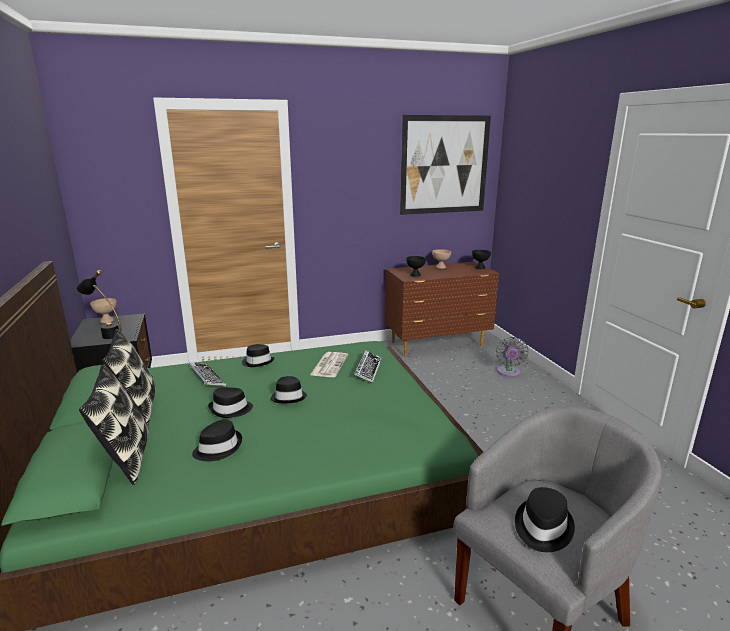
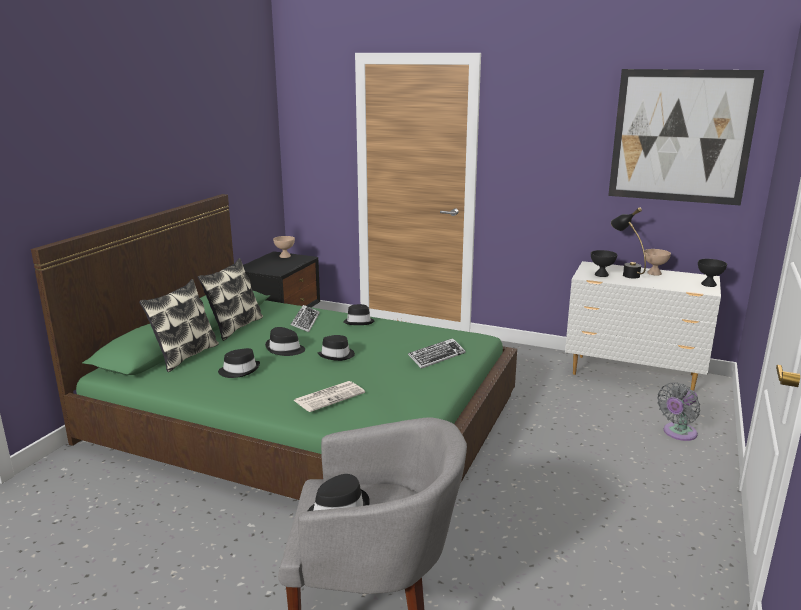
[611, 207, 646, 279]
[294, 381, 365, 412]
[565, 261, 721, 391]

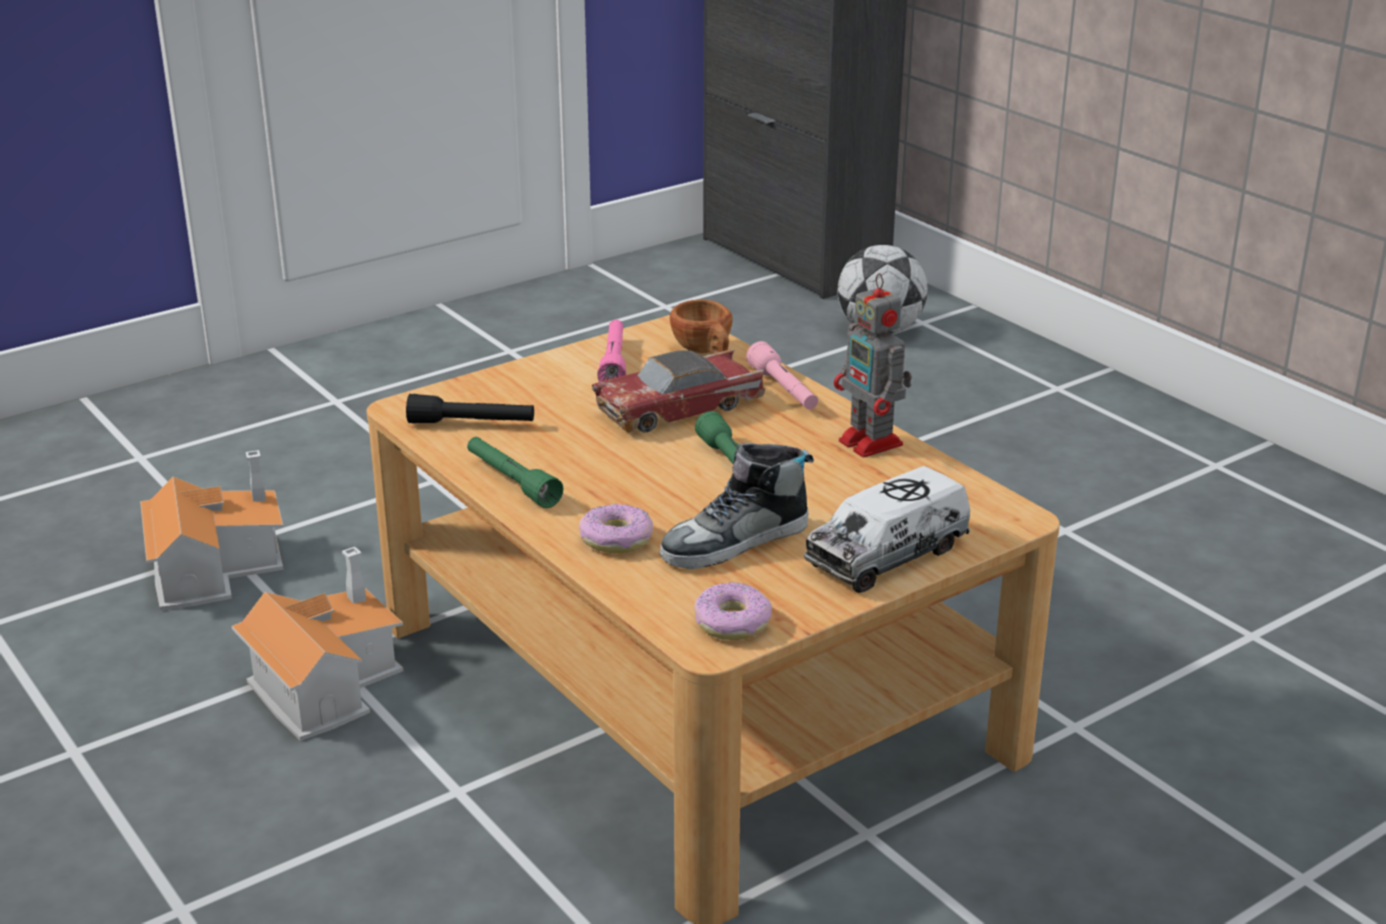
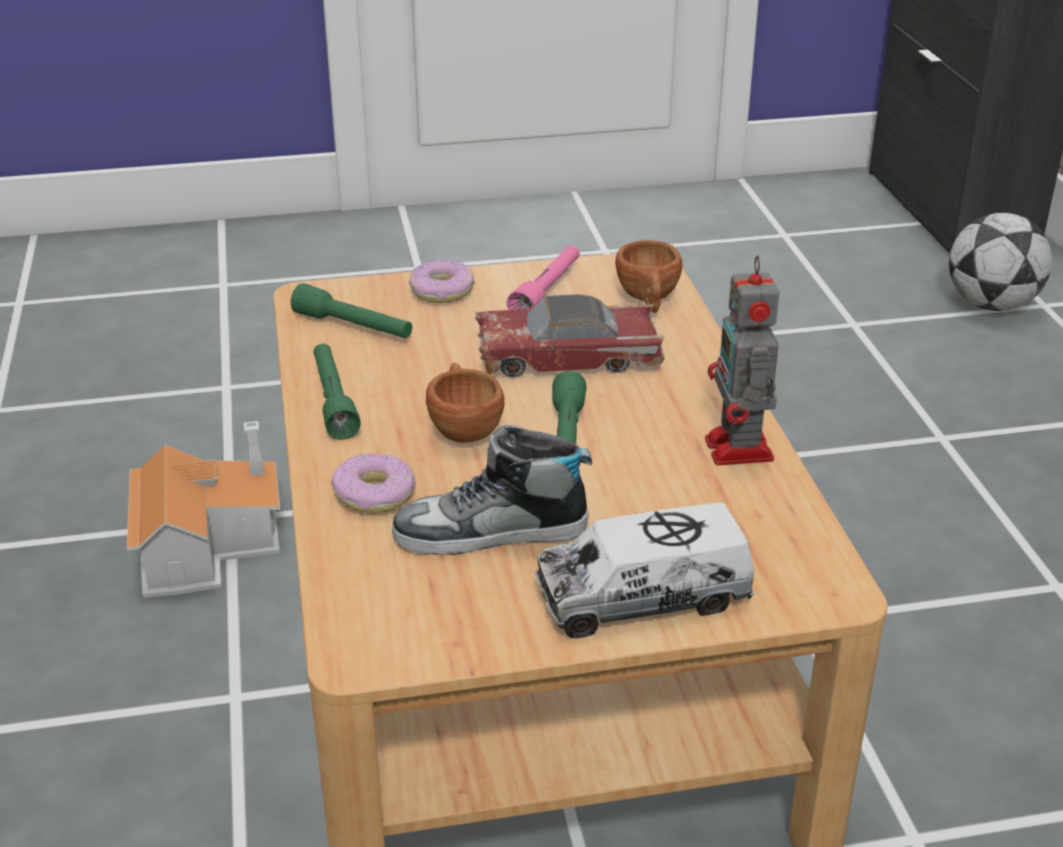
[140, 450, 284, 610] (first image)
[291, 283, 412, 338]
[409, 259, 475, 303]
[746, 341, 818, 409] (first image)
[426, 362, 505, 443]

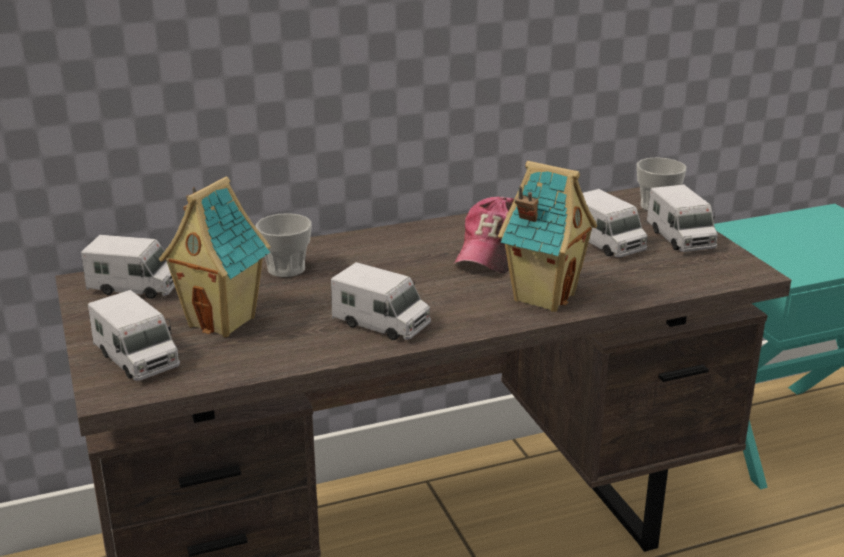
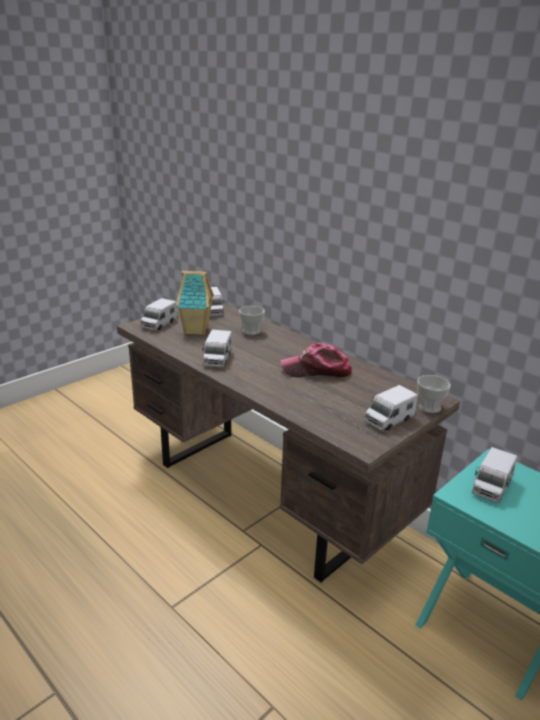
[498, 161, 597, 312] (first image)
[472, 447, 518, 503]

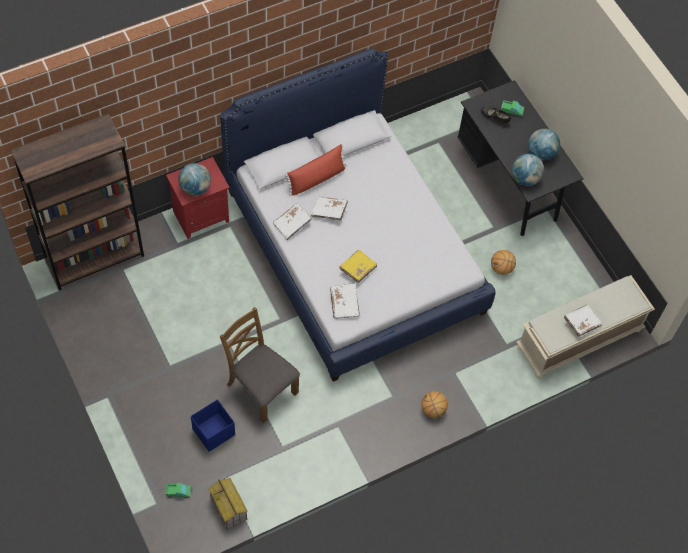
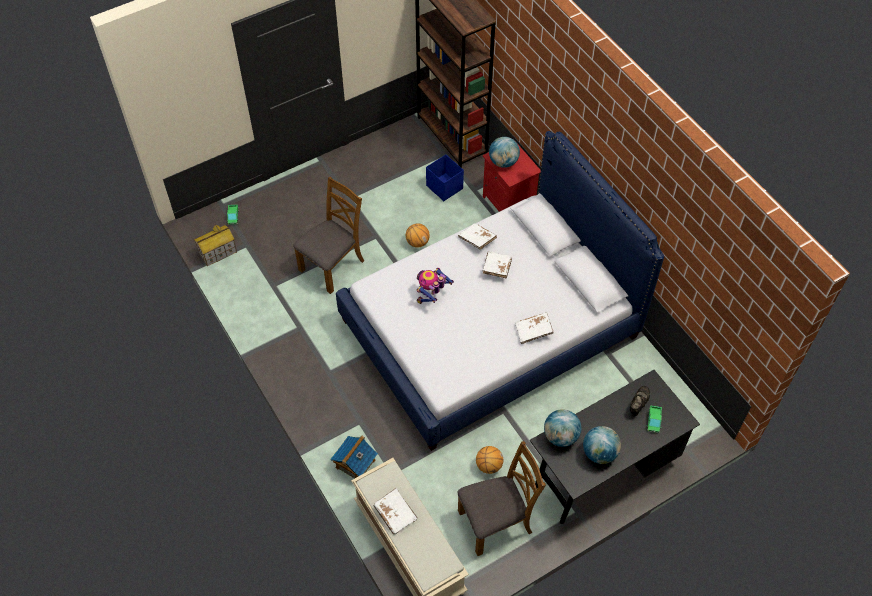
[426, 154, 464, 201]
[285, 144, 347, 196] (first image)
[515, 312, 553, 344]
[417, 268, 454, 304]
[406, 223, 430, 248]
[331, 435, 378, 478]
[458, 441, 546, 556]

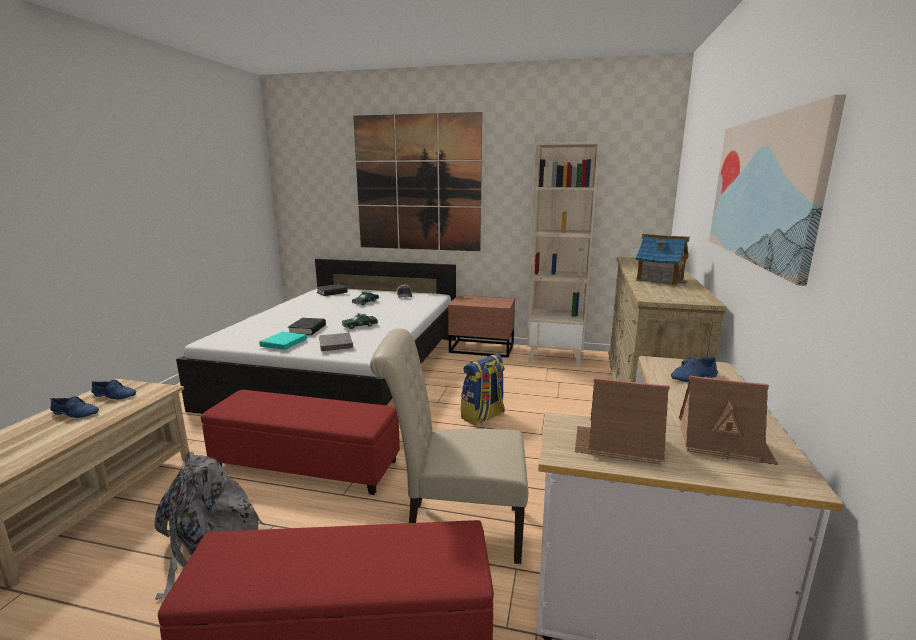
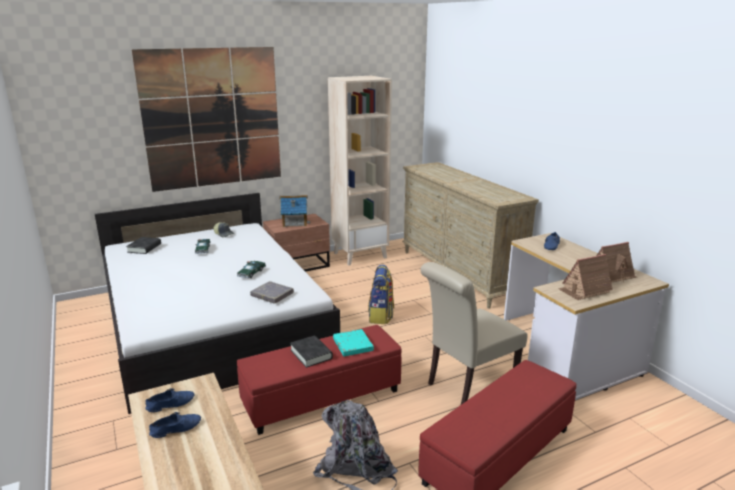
[333, 329, 374, 357]
[290, 336, 333, 368]
[279, 195, 310, 227]
[709, 94, 846, 286] (first image)

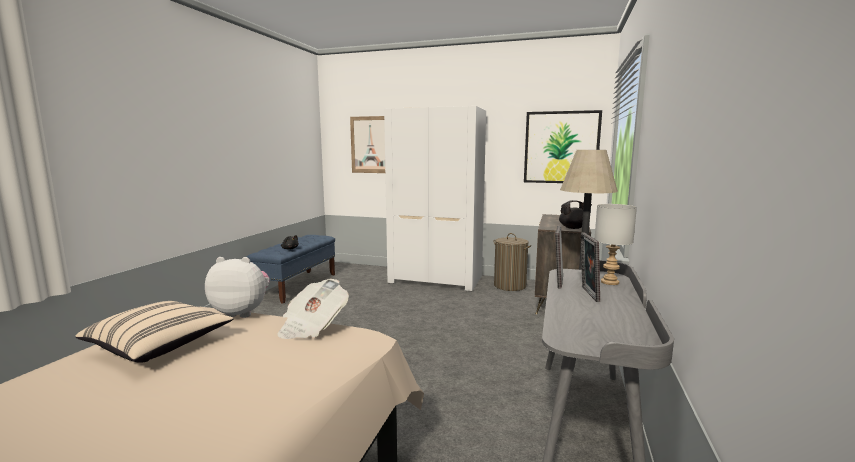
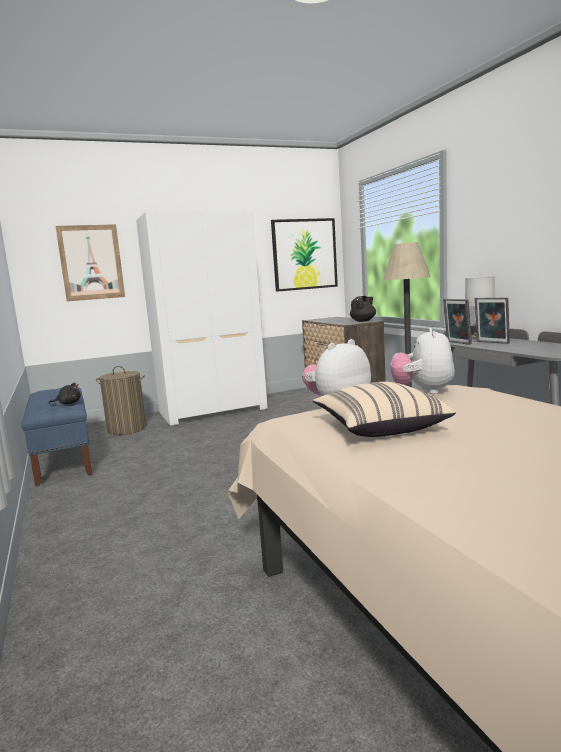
[391, 328, 455, 394]
[96, 366, 146, 435]

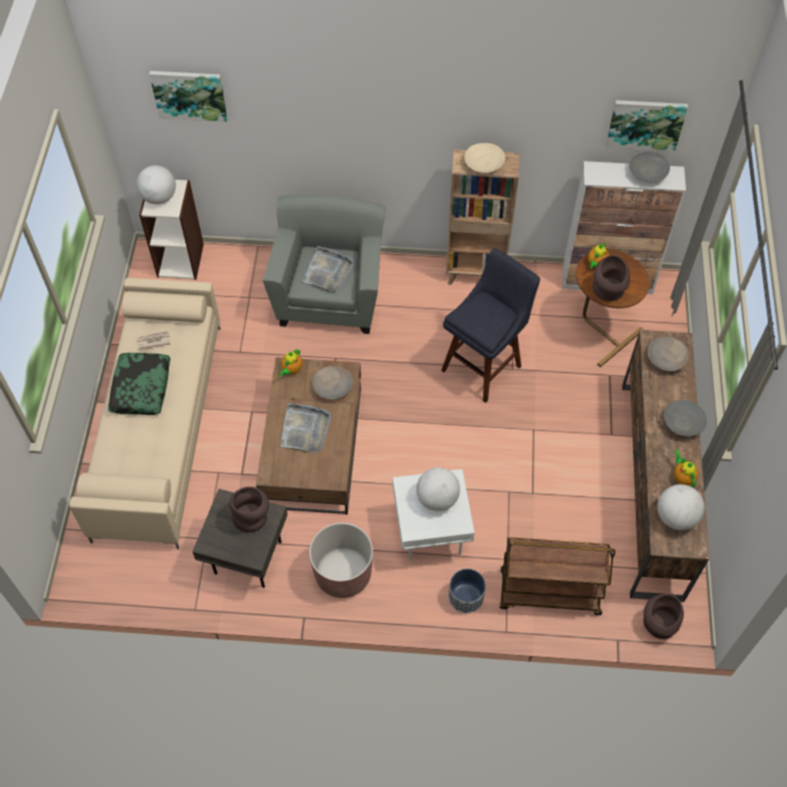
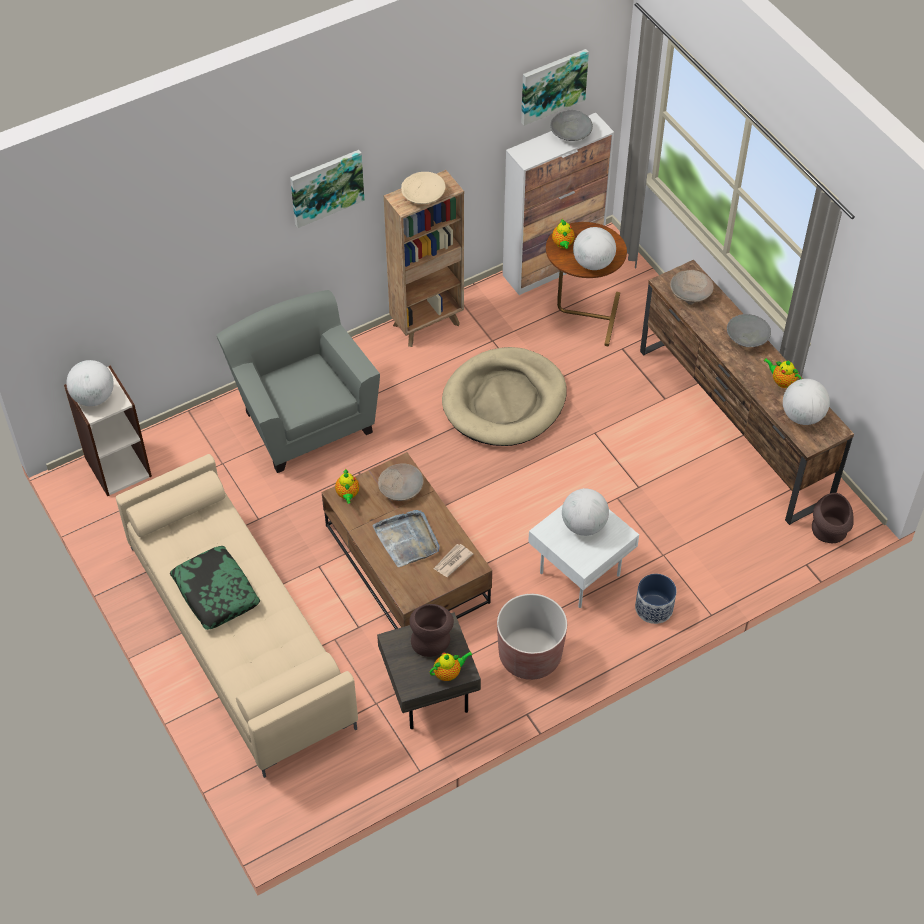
[434, 544, 473, 577]
[290, 150, 365, 228]
[303, 246, 354, 292] (first image)
[442, 347, 567, 446]
[499, 537, 615, 615] (first image)
[573, 227, 616, 270]
[430, 652, 472, 681]

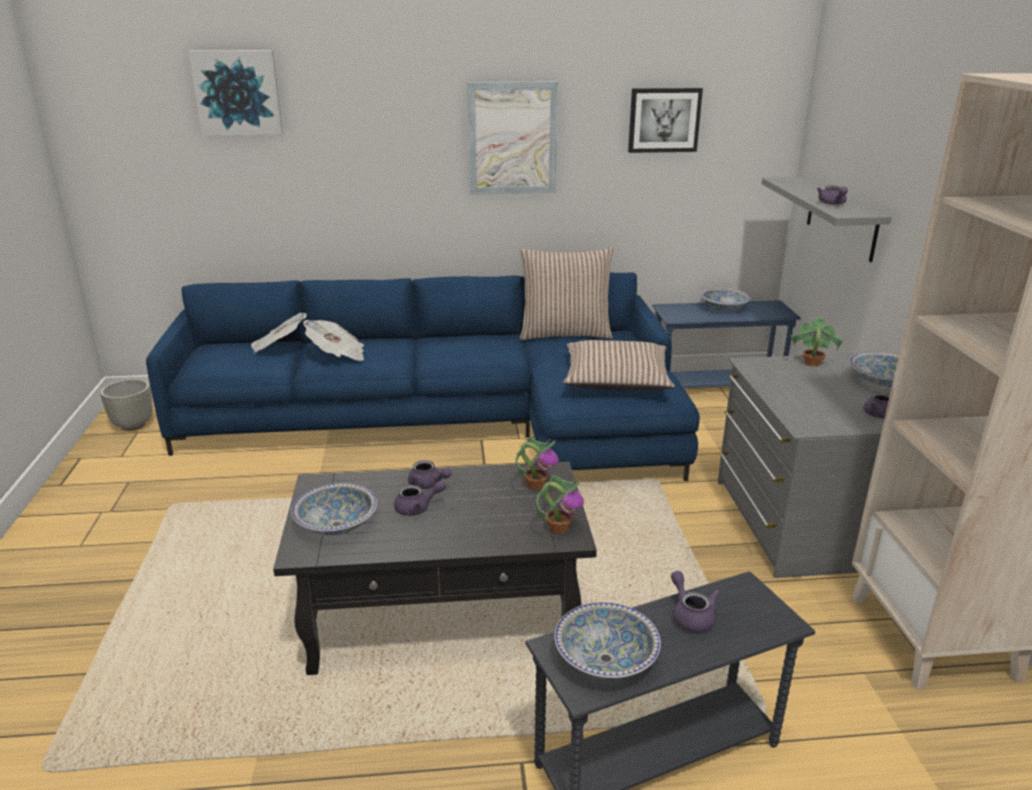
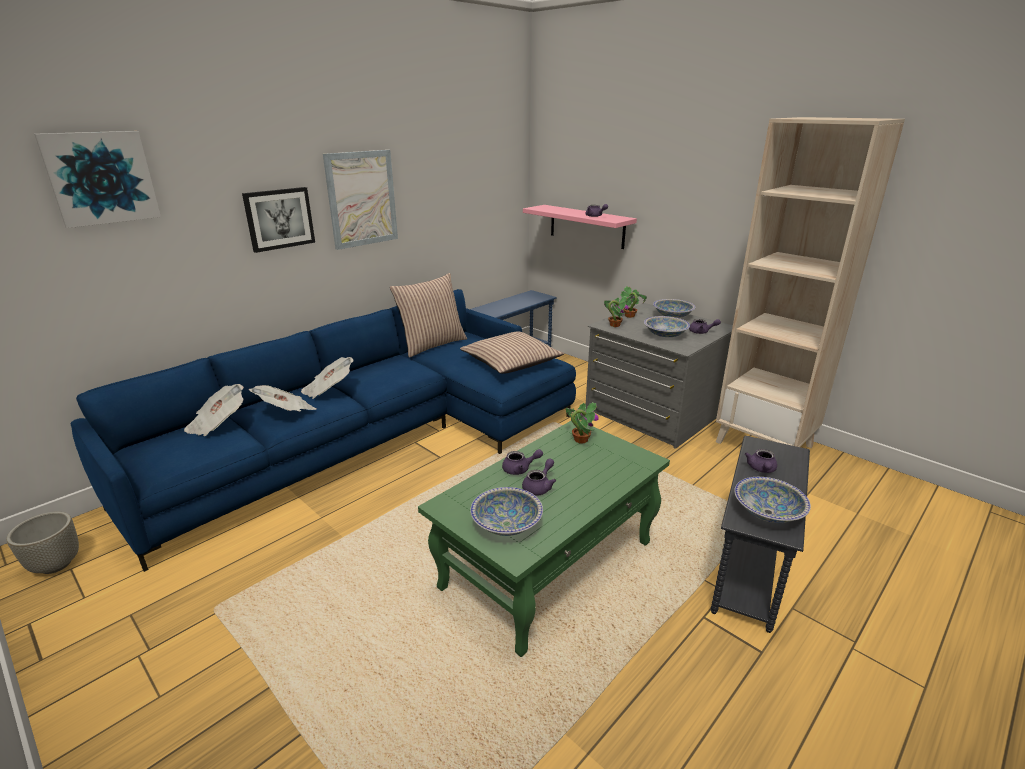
[418, 421, 670, 657]
[604, 296, 629, 327]
[242, 187, 315, 253]
[745, 449, 777, 473]
[644, 316, 690, 337]
[523, 205, 637, 249]
[301, 357, 354, 399]

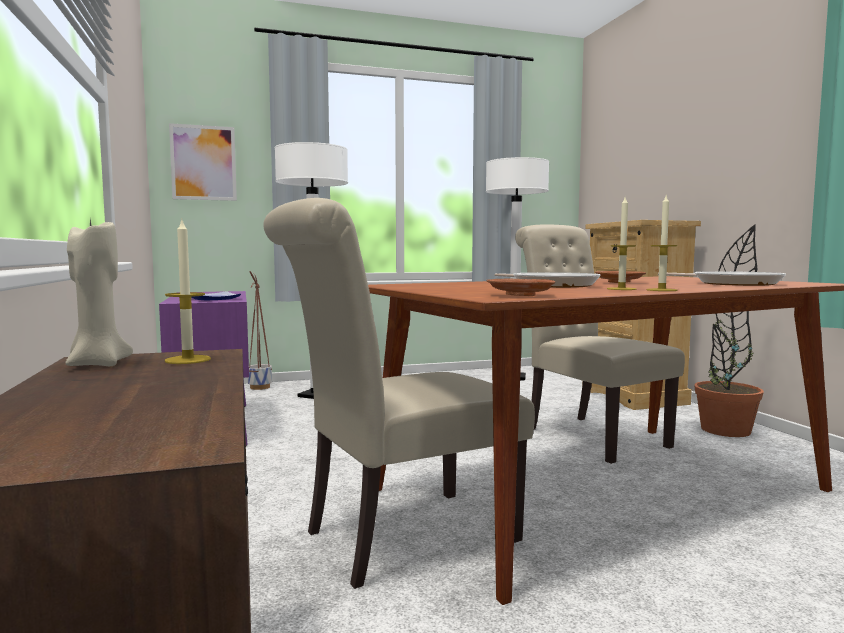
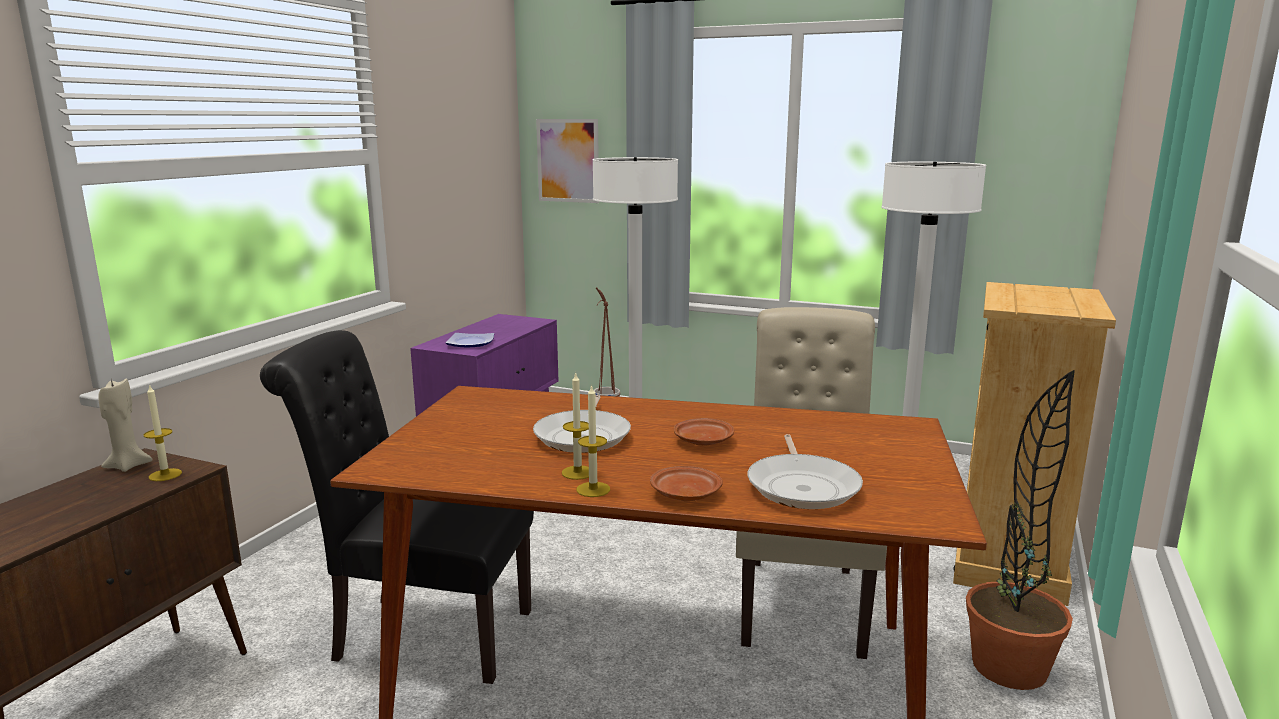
[260, 330, 534, 684]
[650, 466, 723, 501]

